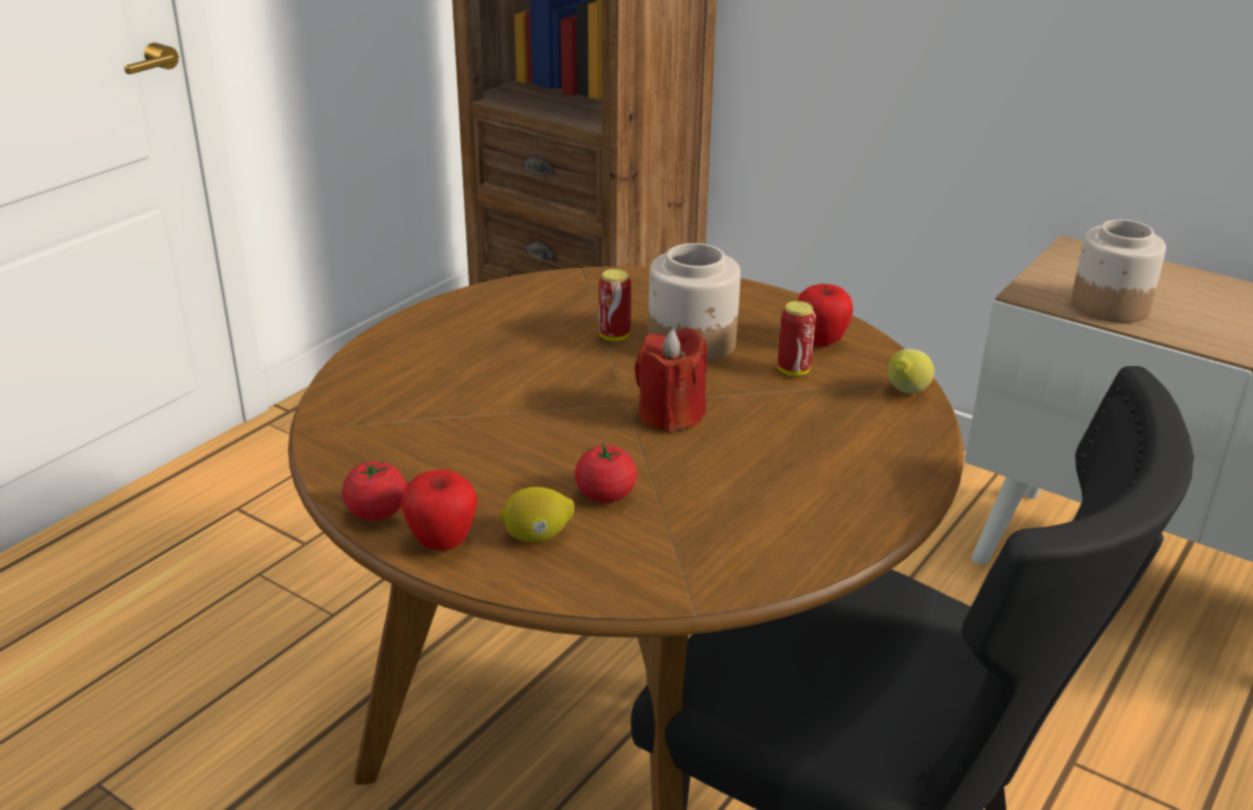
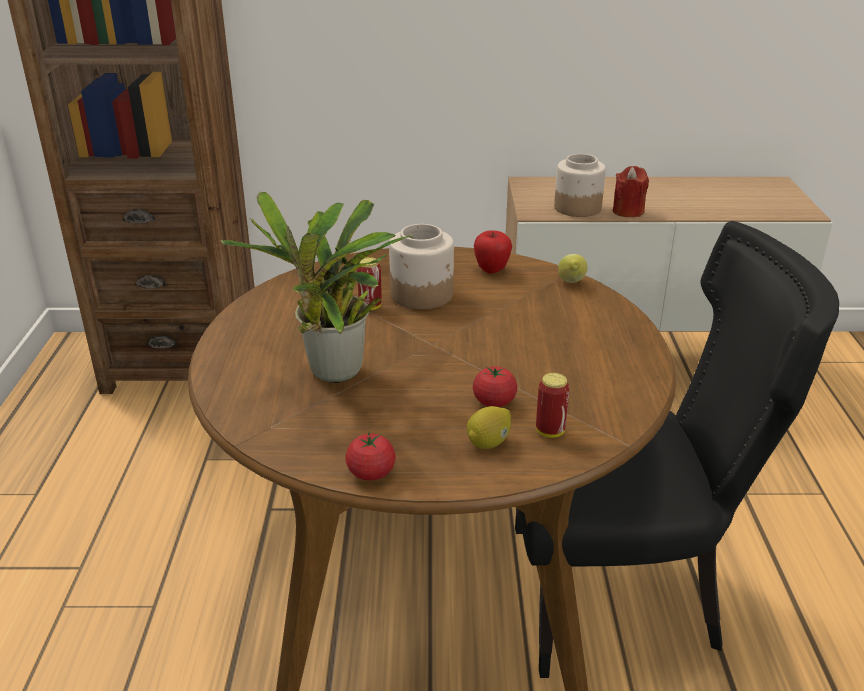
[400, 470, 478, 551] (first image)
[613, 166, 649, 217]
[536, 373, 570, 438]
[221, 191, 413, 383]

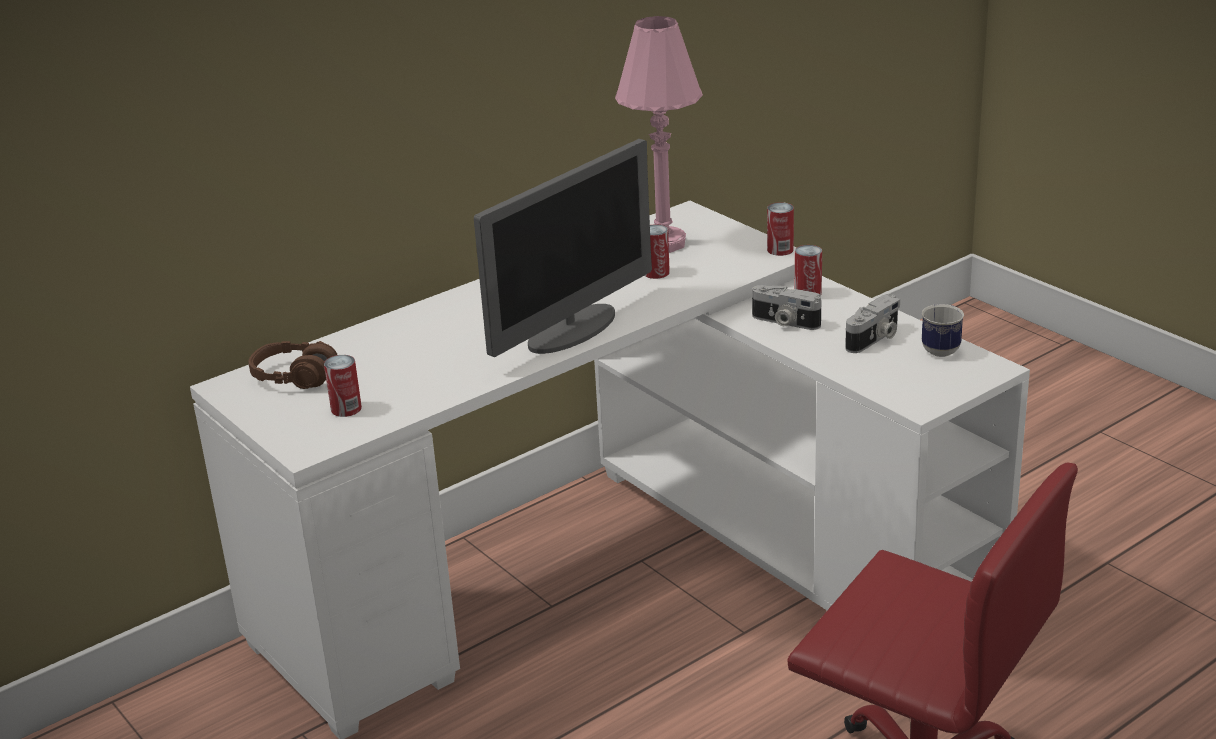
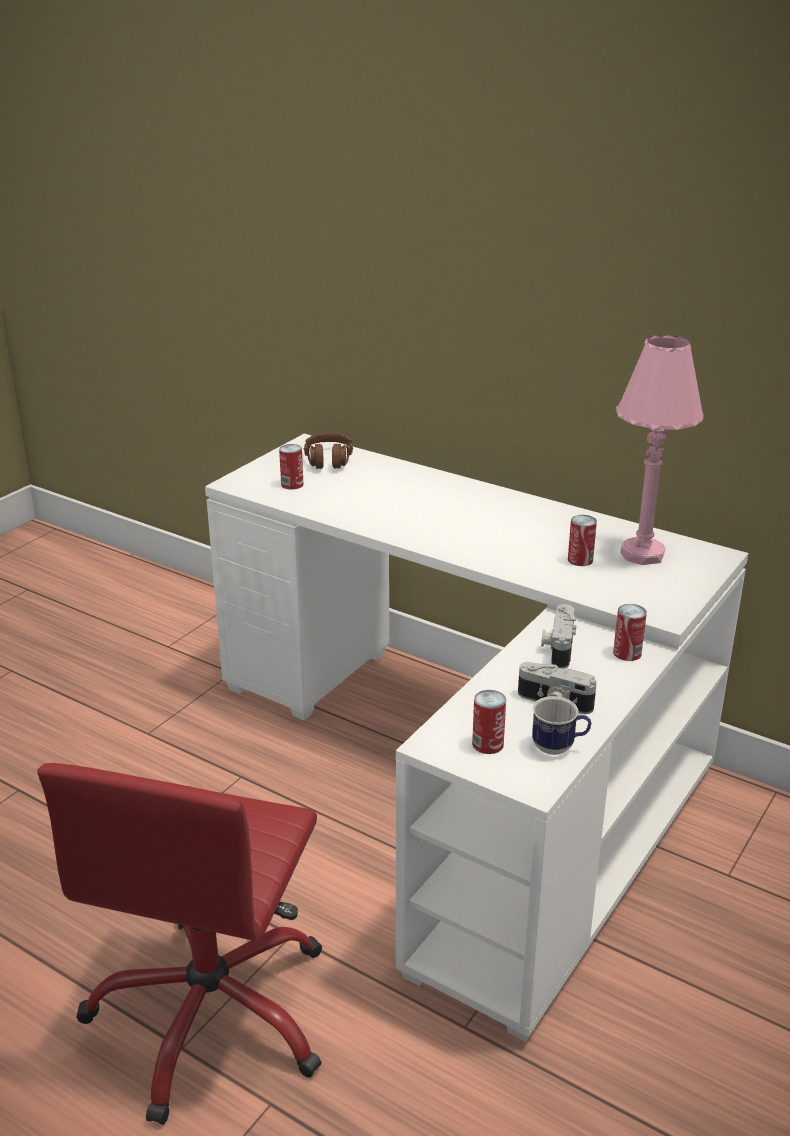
[474, 139, 652, 357] (first image)
[472, 690, 506, 754]

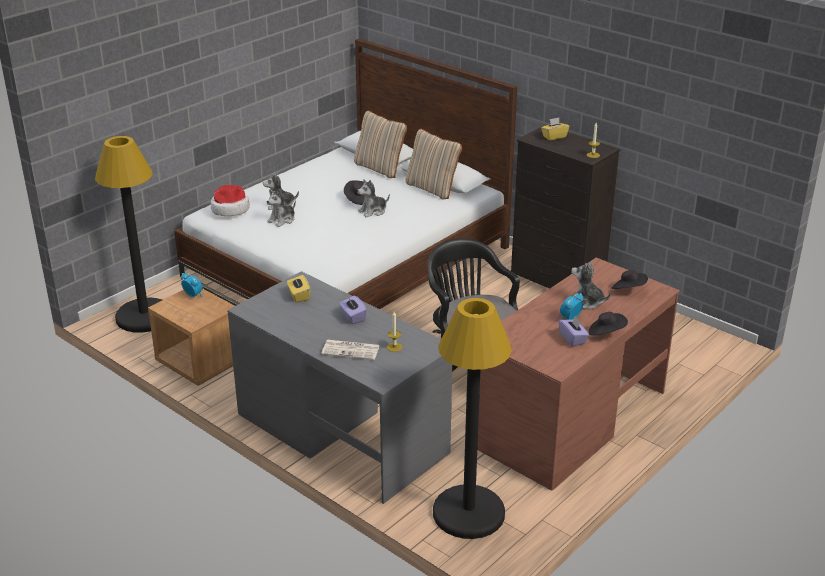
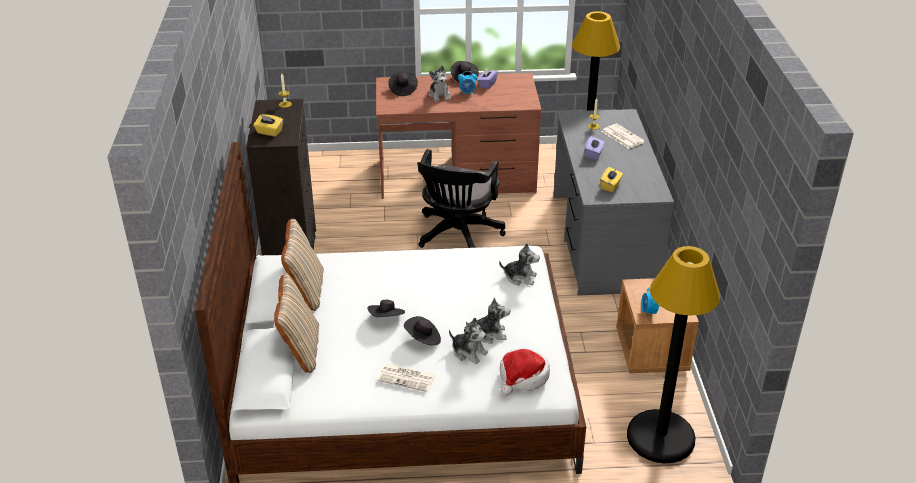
[499, 243, 540, 286]
[377, 364, 436, 392]
[404, 316, 441, 346]

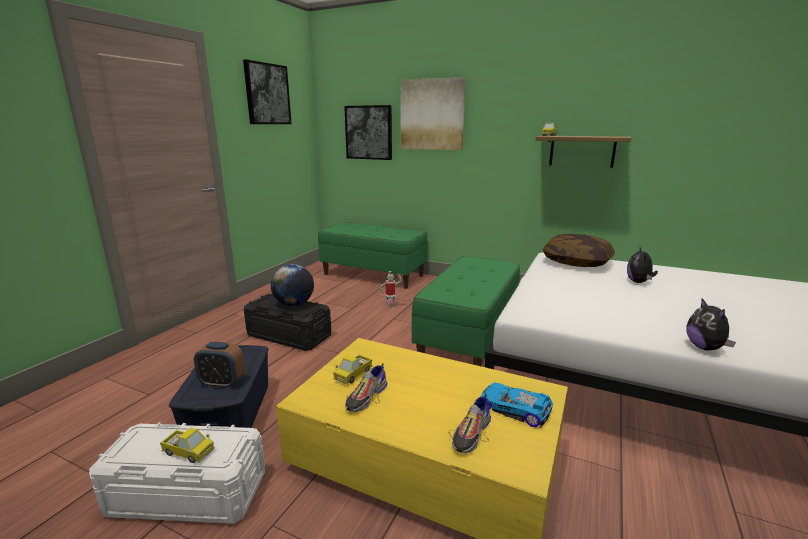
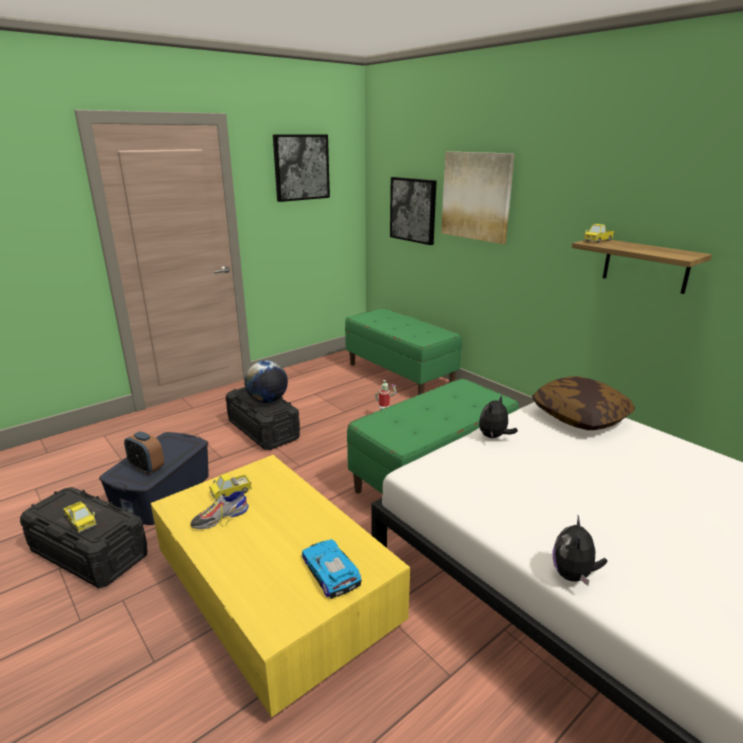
[20, 487, 148, 588]
[448, 394, 491, 453] (first image)
[479, 396, 518, 438]

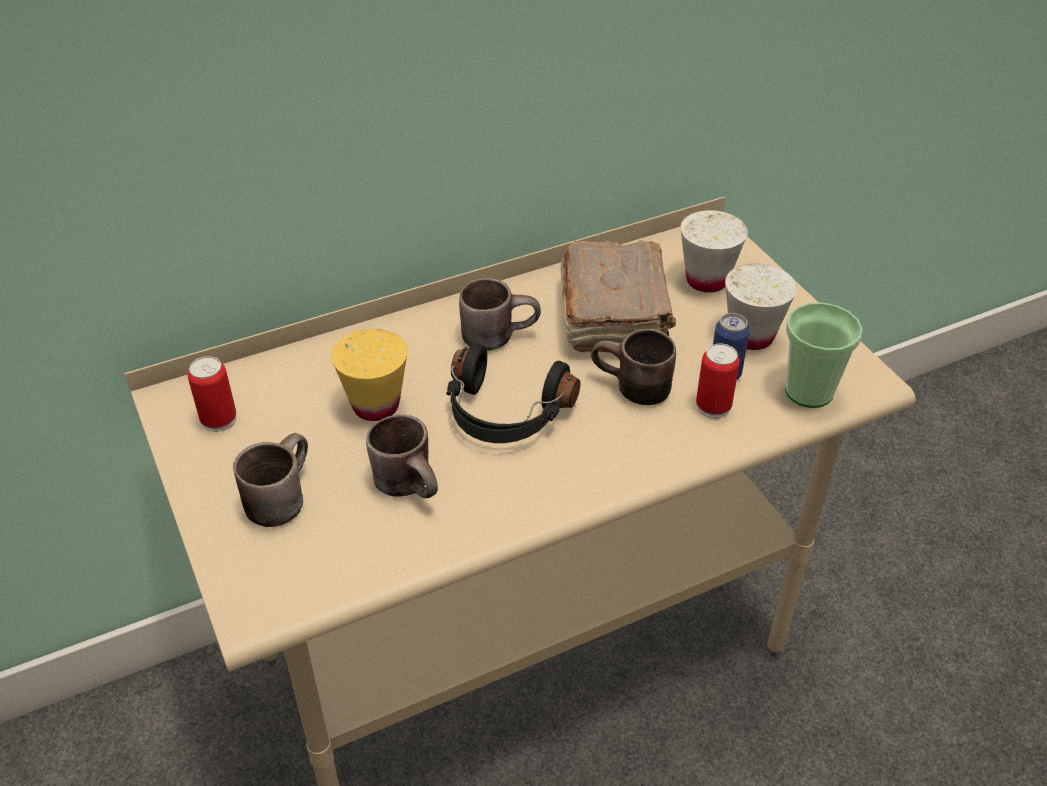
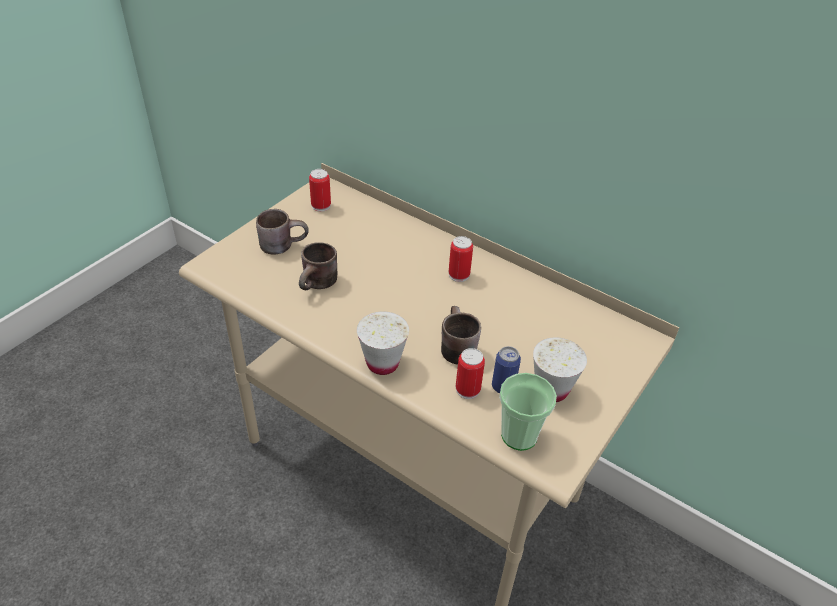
[331, 329, 408, 421] (first image)
[446, 343, 581, 443] (first image)
[449, 236, 473, 282]
[560, 240, 676, 353] (first image)
[357, 311, 409, 375]

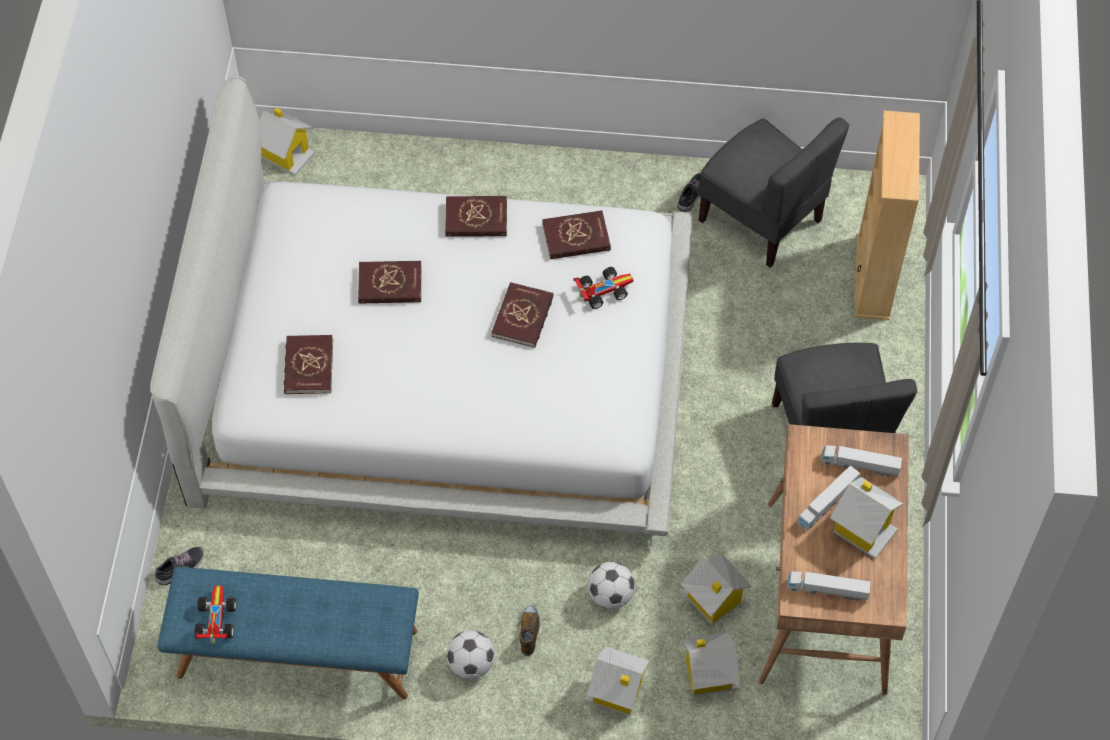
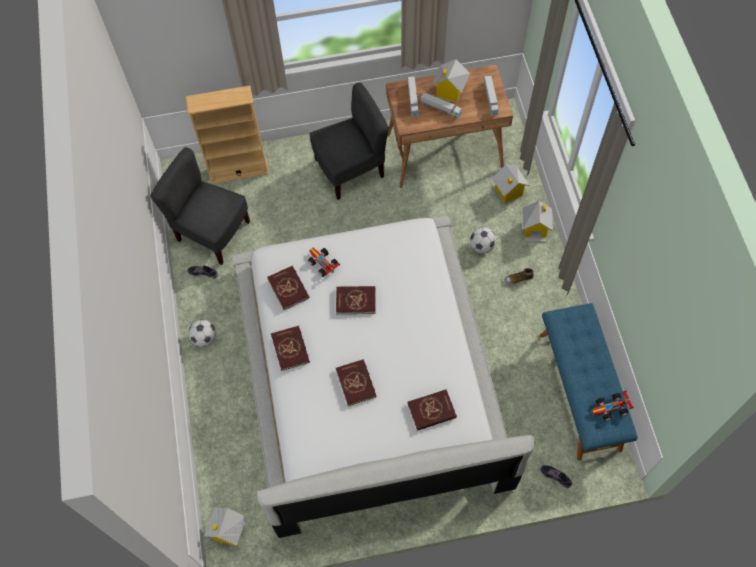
[188, 320, 216, 347]
[681, 554, 752, 625] (first image)
[150, 147, 250, 265]

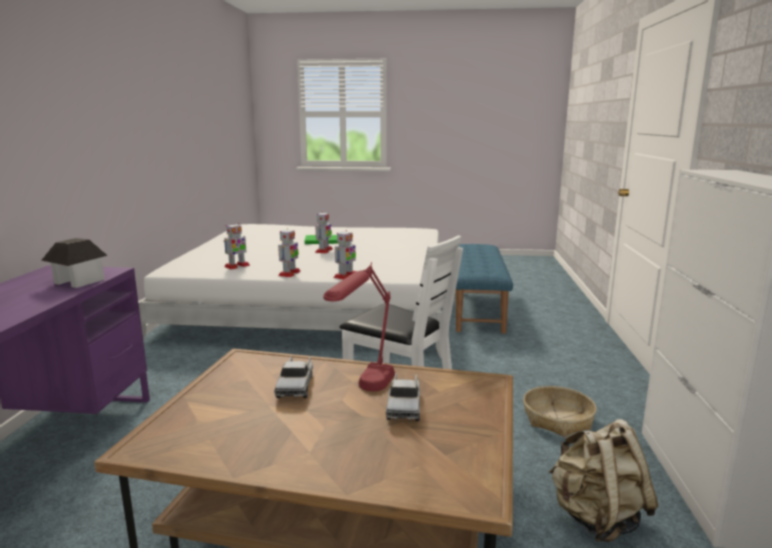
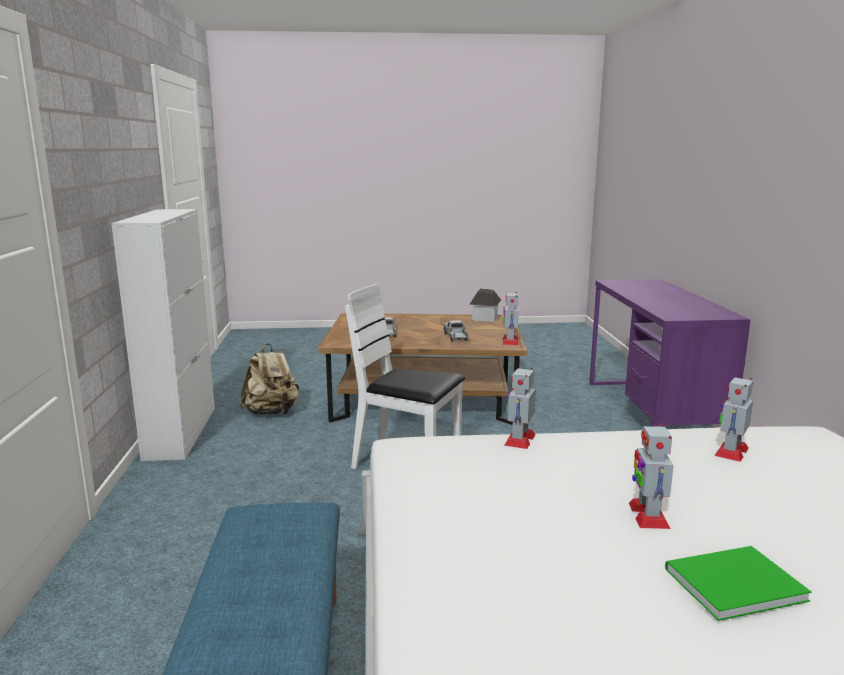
[469, 288, 501, 322]
[503, 292, 519, 345]
[323, 262, 395, 391] (first image)
[523, 386, 597, 437] (first image)

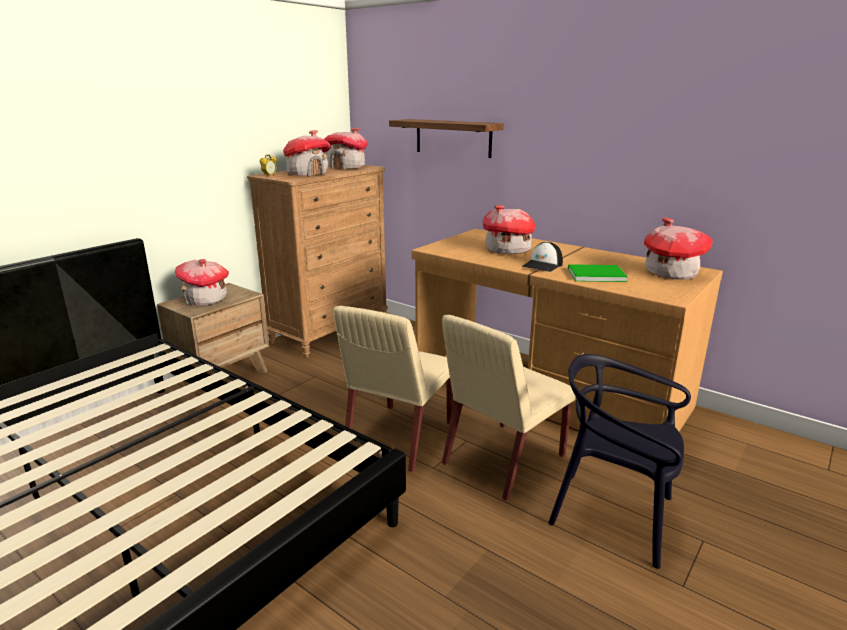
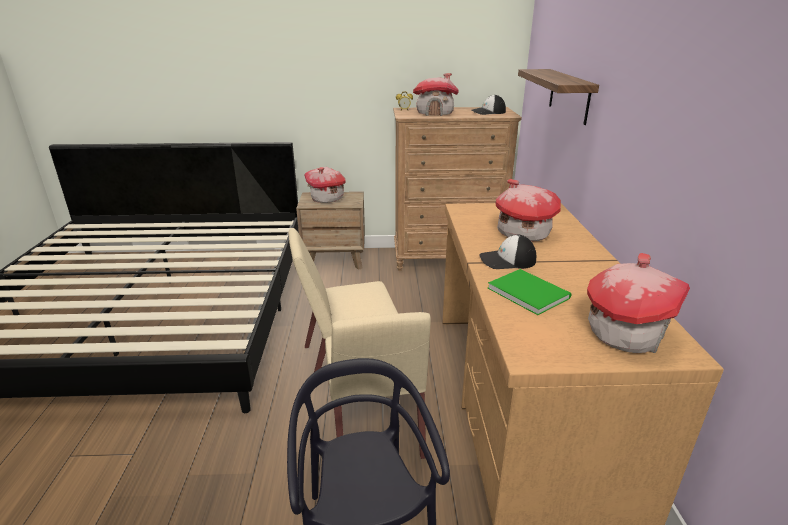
[471, 95, 506, 115]
[325, 312, 431, 459]

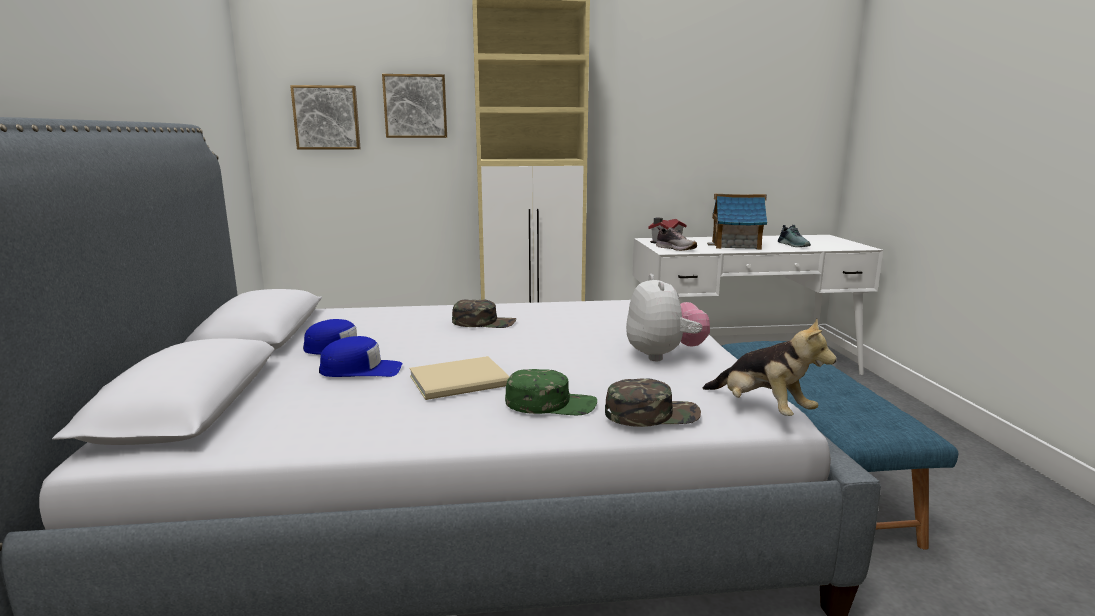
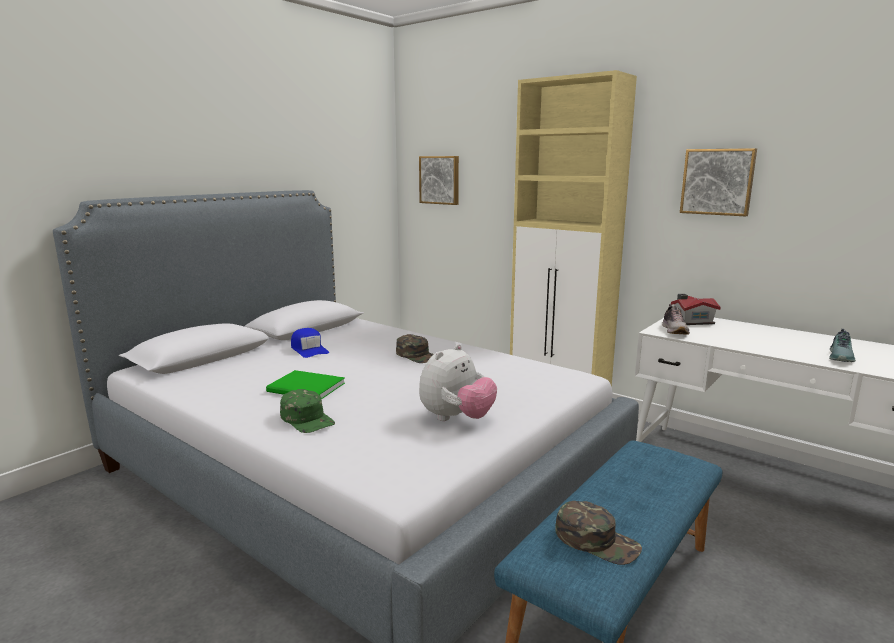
[319, 336, 403, 377] (first image)
[680, 148, 757, 216]
[266, 370, 345, 399]
[555, 501, 642, 565]
[703, 319, 837, 416] (first image)
[707, 194, 767, 250] (first image)

